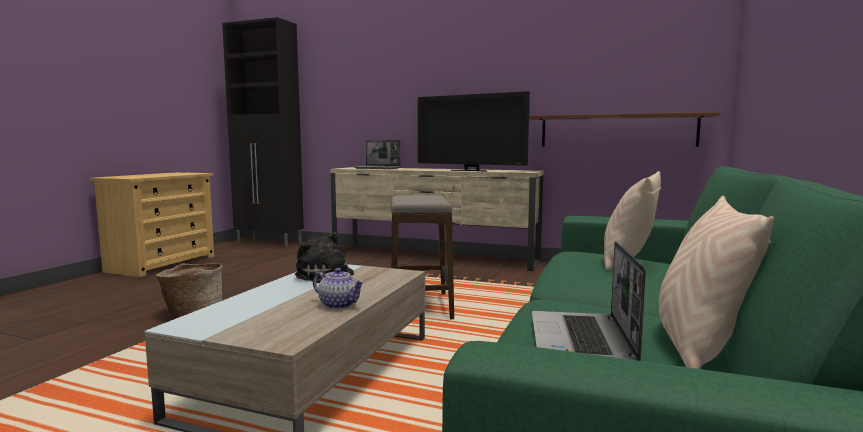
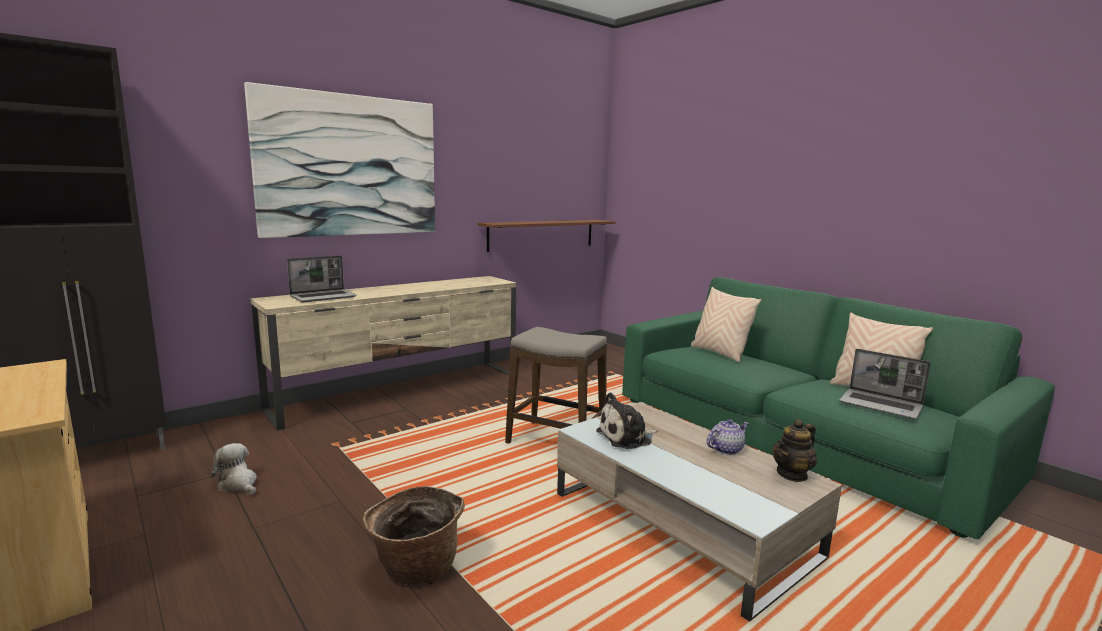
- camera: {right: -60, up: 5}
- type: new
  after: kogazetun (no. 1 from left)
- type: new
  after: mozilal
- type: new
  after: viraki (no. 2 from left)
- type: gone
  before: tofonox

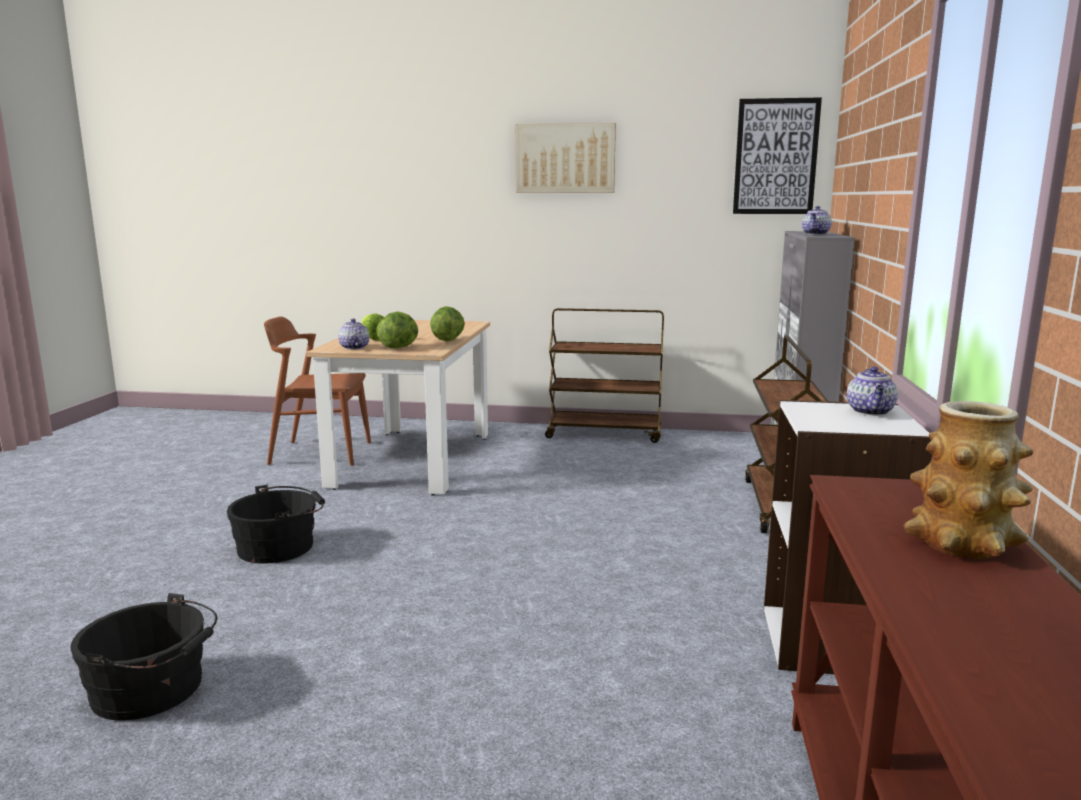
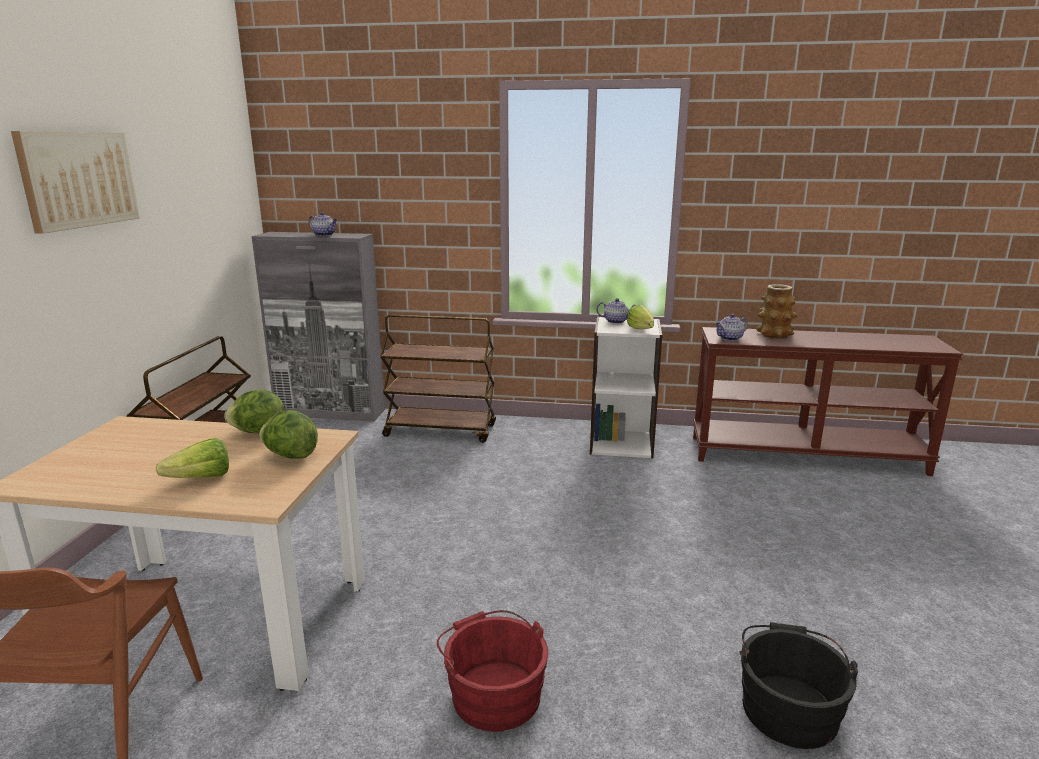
- camera: {right: -90, up: 5}
- type: repainted
  before: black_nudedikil (no. 2 from left)
  after: red_nudedikil
- type: new
  after: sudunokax (no. 4 from left)
- type: shifted
  before: viraki (no. 1 from left in the first image)
  after: viraki (no. 3 from left)
- type: gone
  before: mozilal (no. 2 from left)

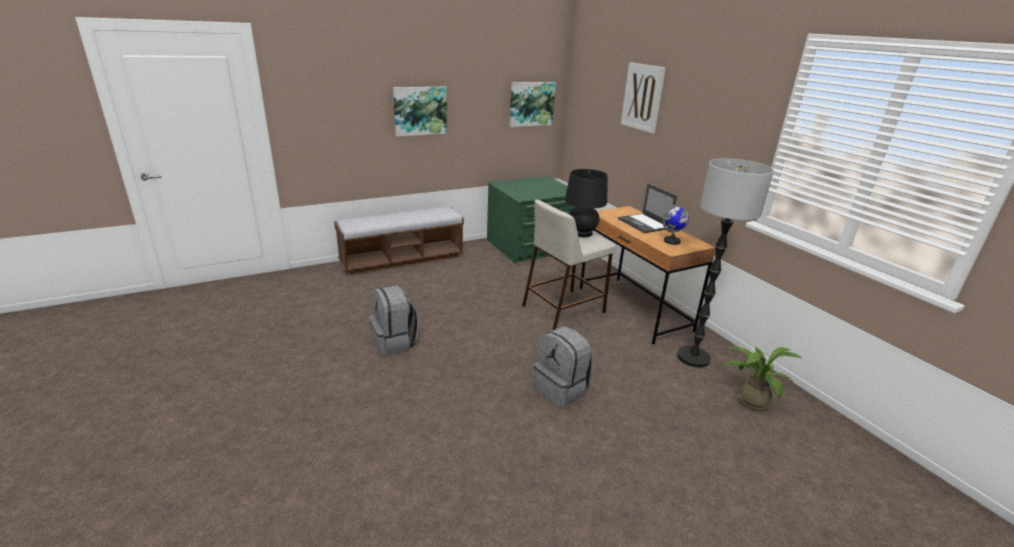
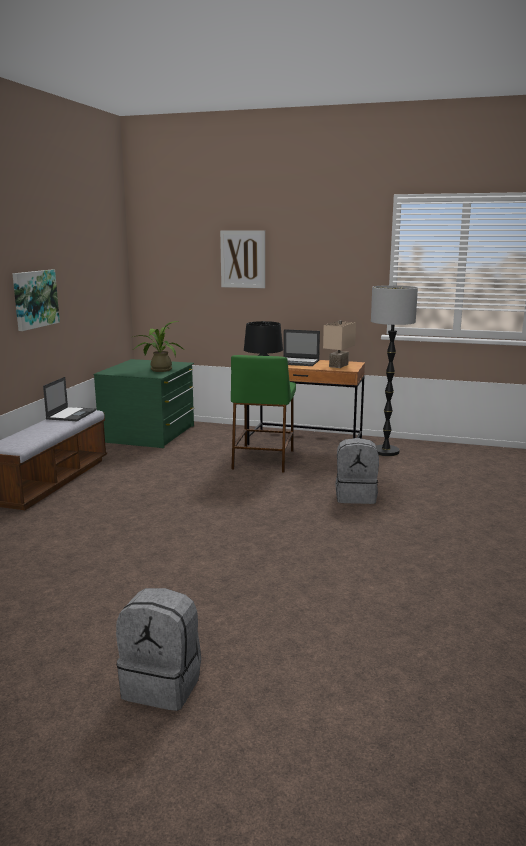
- camera: {right: -45, up: -10}
- type: new
  after: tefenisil (no. 1 from left)
- type: shifted
  before: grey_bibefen (no. 1 from left)
- type: shifted
  before: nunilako
- type: repainted
  before: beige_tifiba
  after: green_tifiba
- type: swapped
  before: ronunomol
  after: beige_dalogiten
- type: gone
  before: mozilal (no. 2 from left)

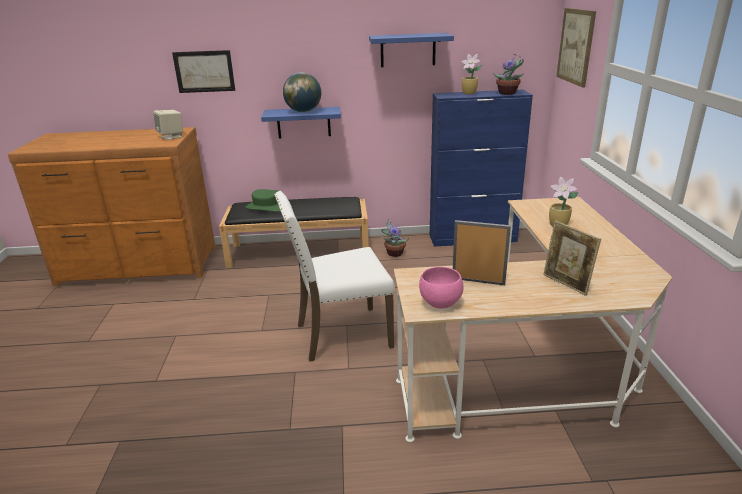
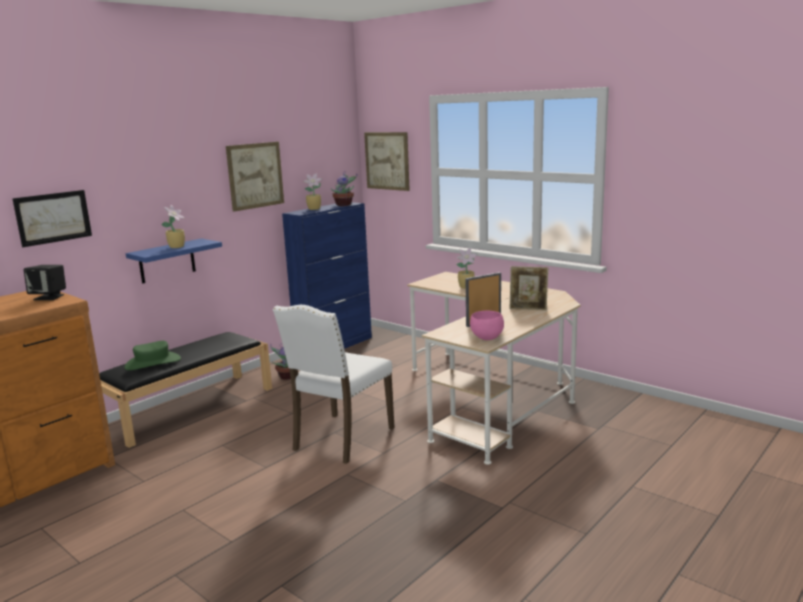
- camera: {right: -45, up: -10}
- type: repainted
  before: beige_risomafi
  after: black_risomafi
- type: swapped
  before: ronunomol
  after: nunilako (no. 1 from left)
- type: swapped
  before: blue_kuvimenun (no. 2 from left)
  after: mozilal (no. 2 from left)

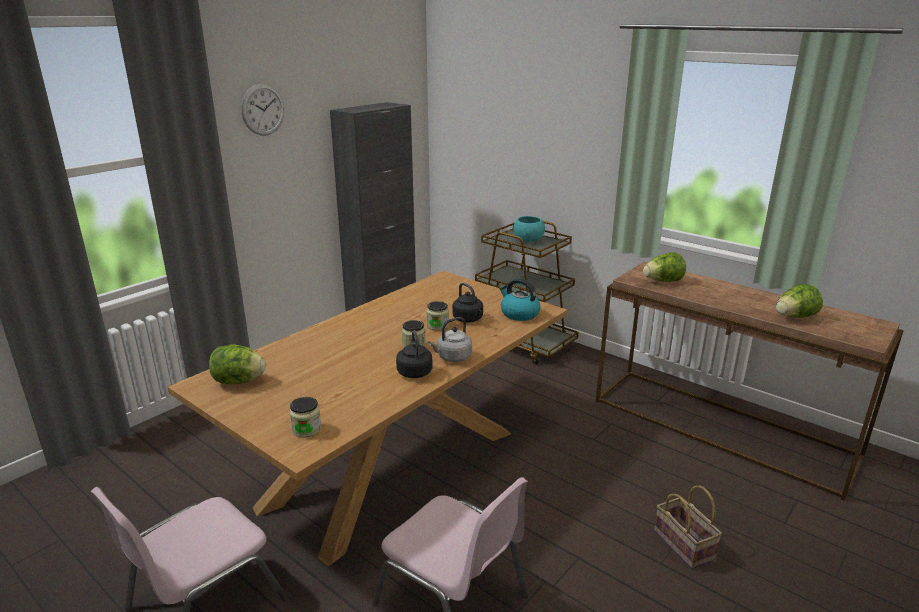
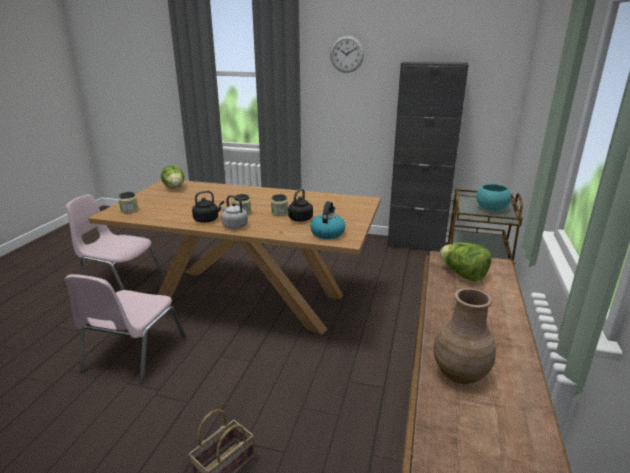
- camera: {right: 65, up: 0}
- type: swapped
  before: sudunokax (no. 3 from left)
  after: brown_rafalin

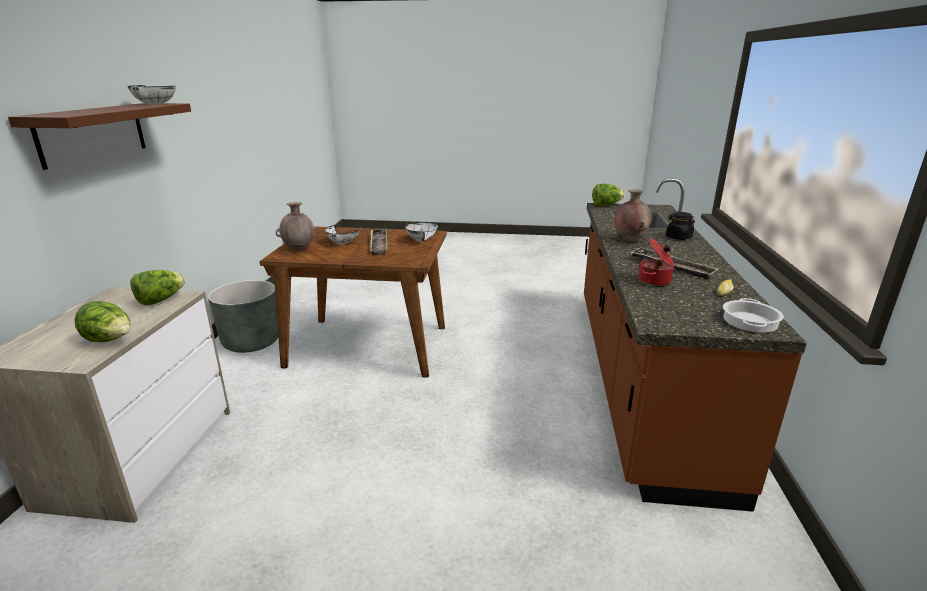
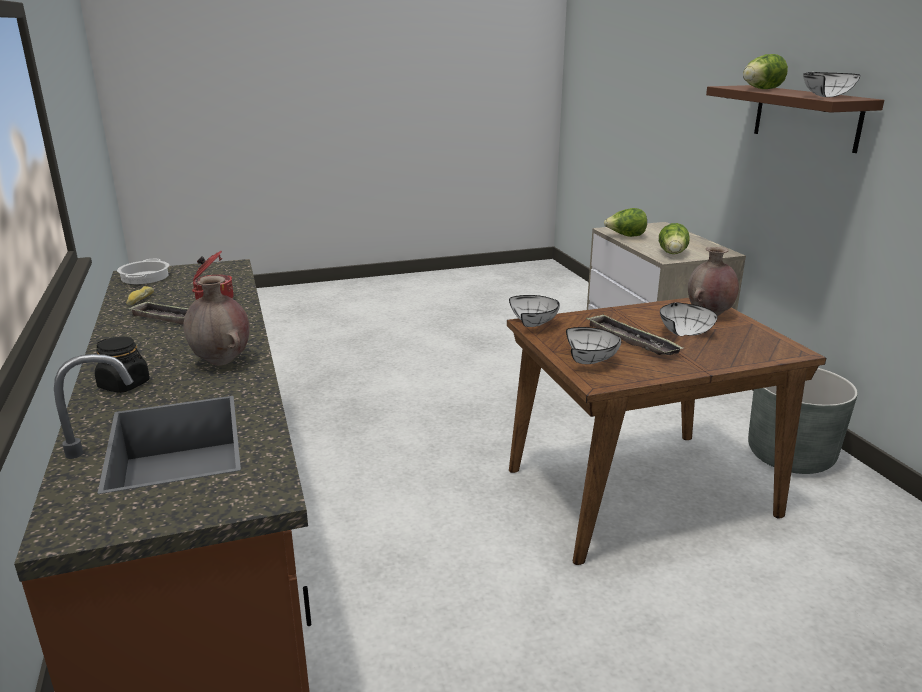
- camera: {right: 155, up: 0}
- type: new
  after: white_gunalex (no. 1 from left)
- type: shifted
  before: sudunokax (no. 3 from left)

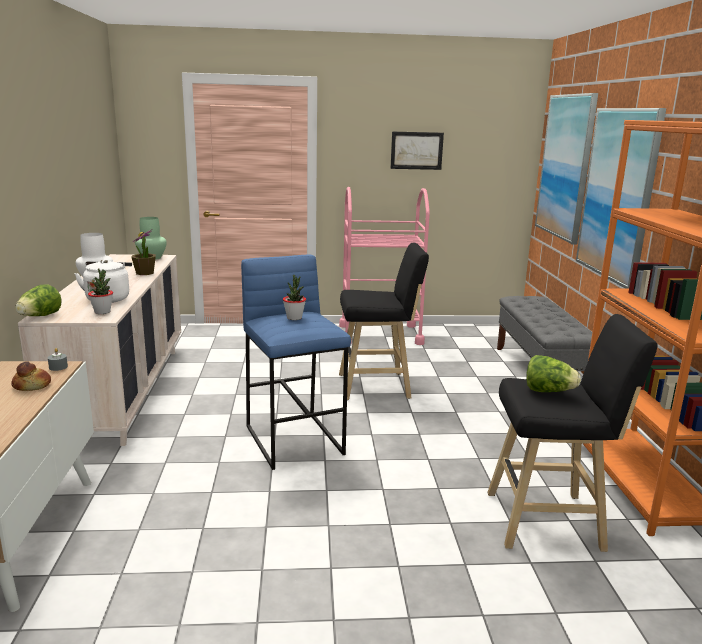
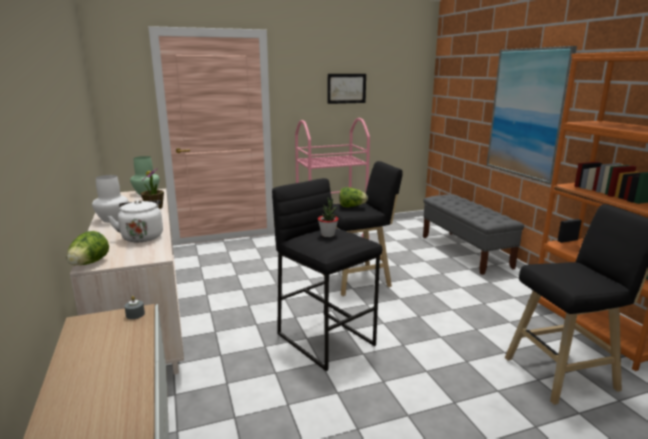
- camera: {right: -15, up: 0}
- type: repainted
  before: blue_tifiba
  after: black_tifiba (no. 1 from left)
- type: shifted
  before: sudunokax (no. 2 from left)
- type: gone
  before: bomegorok
- type: gone
  before: nunilako (no. 1 from left)
- type: gone
  before: mozilal (no. 2 from left)

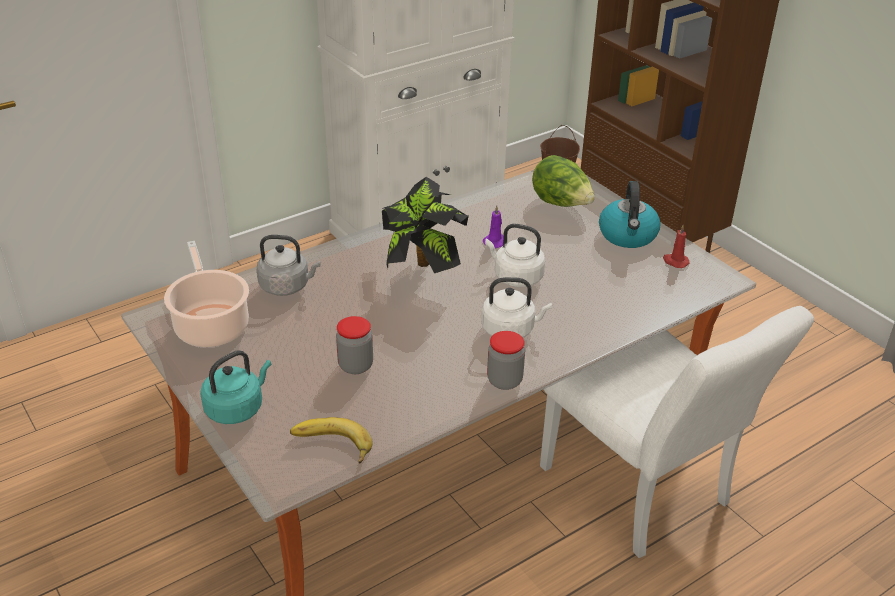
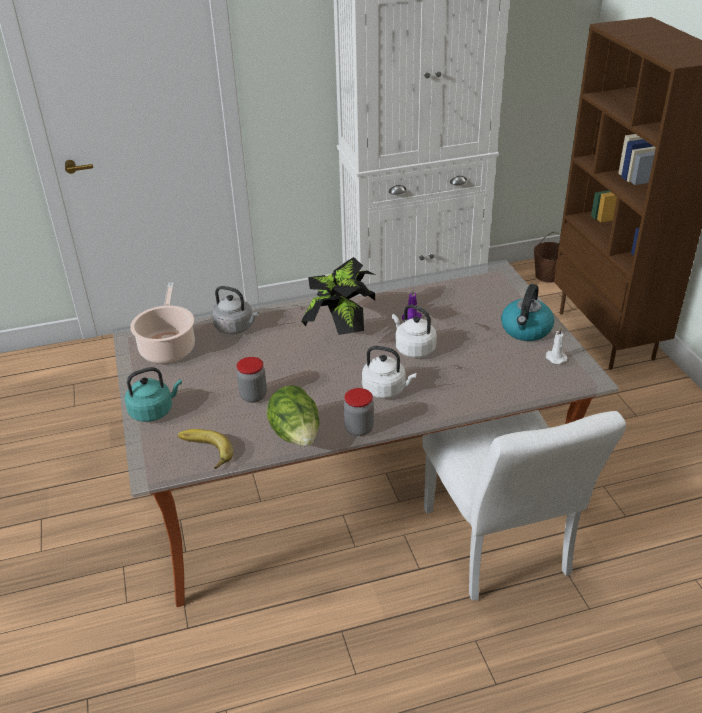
- camera: {right: 20, up: 0}
- type: shifted
  before: sudunokax
- type: repainted
  before: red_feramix
  after: white_feramix

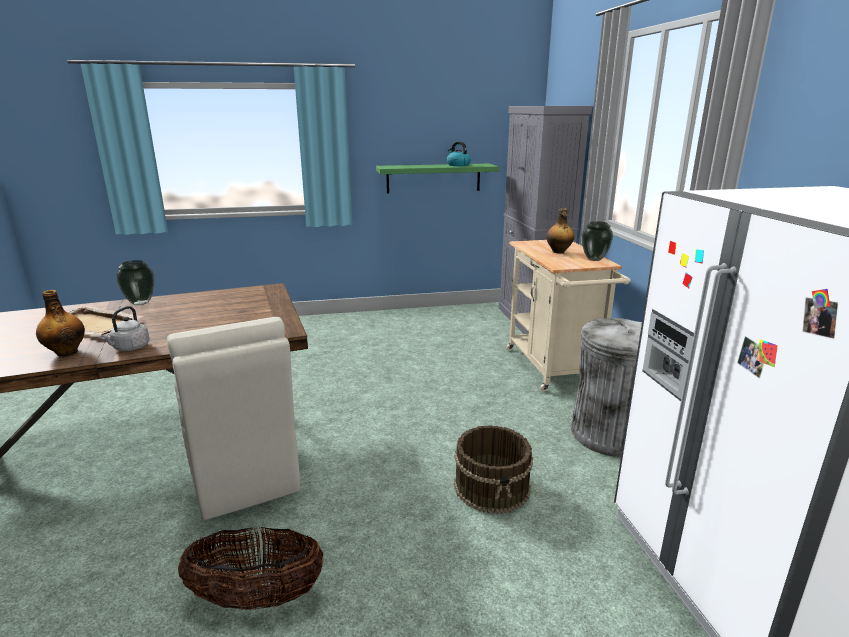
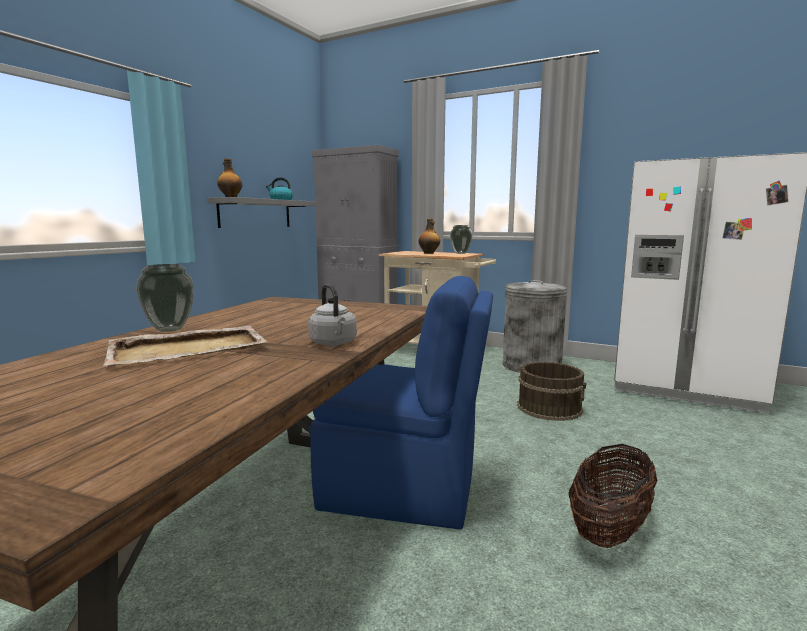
- camera: {right: -50, up: -10}
- type: repainted
  before: green_kuvimenun
  after: grey_kuvimenun
- type: shifted
  before: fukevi (no. 1 from left)
- type: repainted
  before: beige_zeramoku
  after: blue_zeramoku

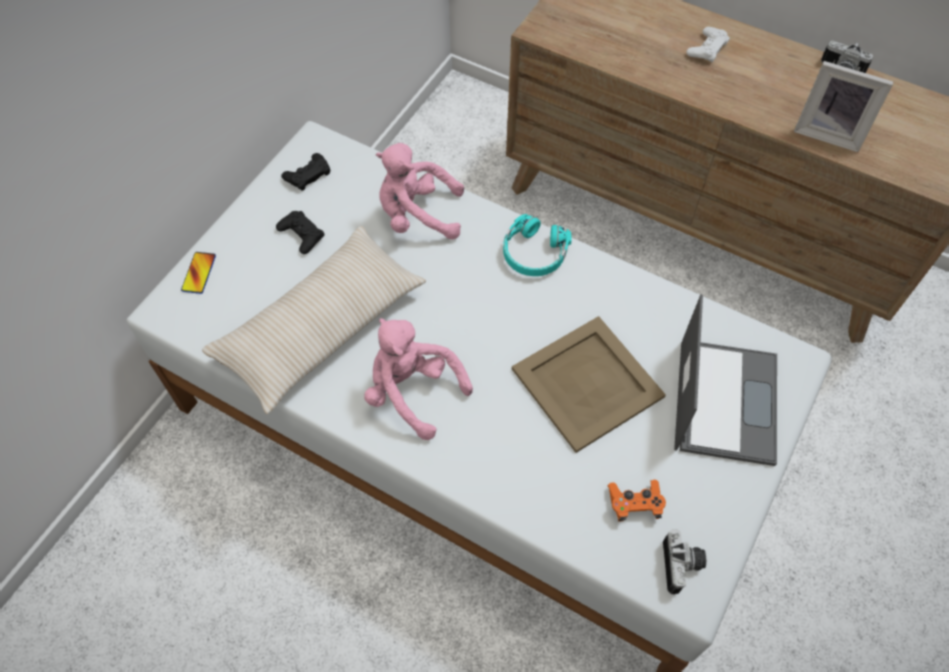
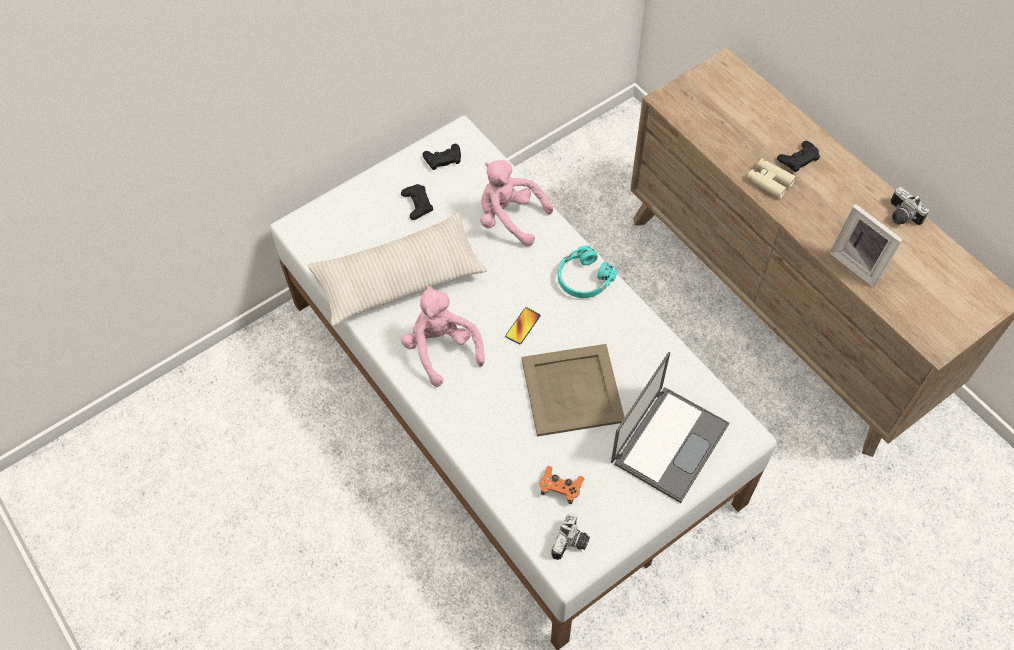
- camera: {right: 25, up: 0}
- type: shifted
  before: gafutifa
- type: new
  after: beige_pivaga
- type: repainted
  before: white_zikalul
  after: black_zikalul (no. 3 from left)

